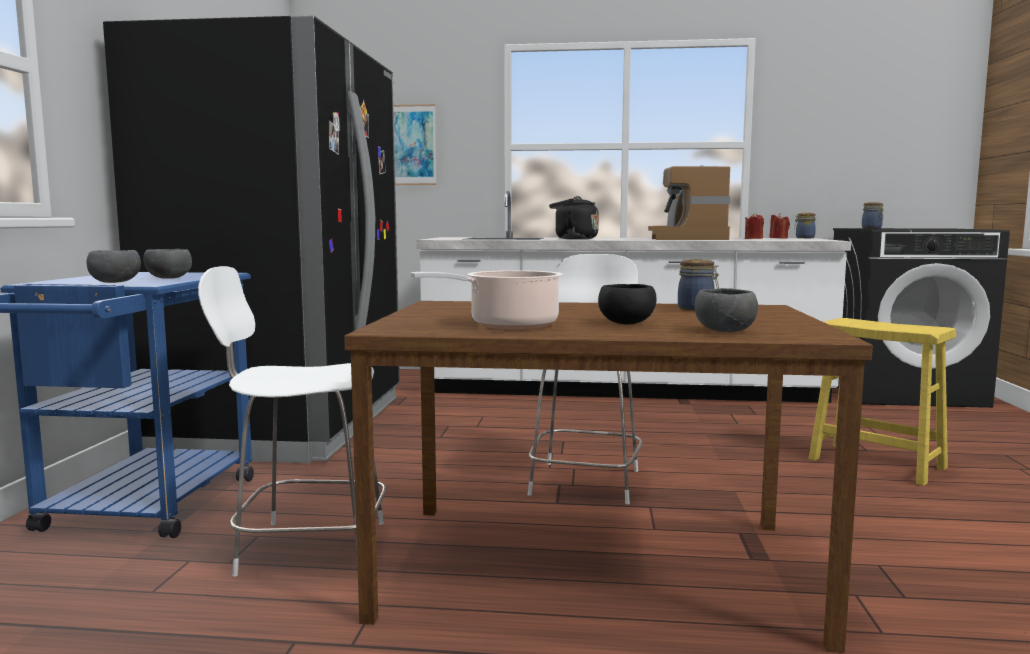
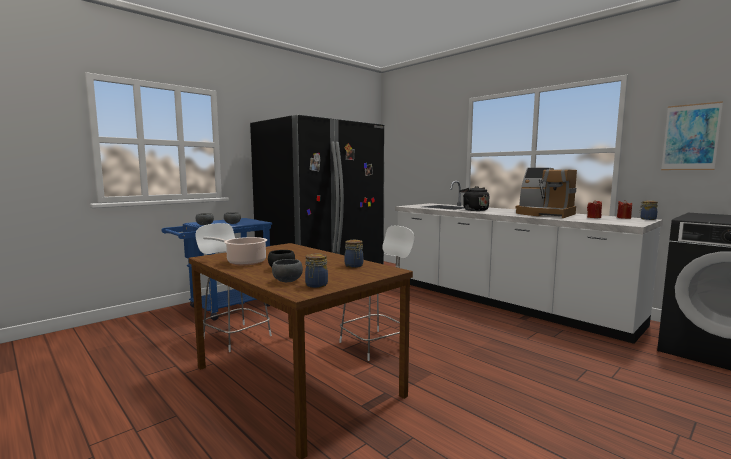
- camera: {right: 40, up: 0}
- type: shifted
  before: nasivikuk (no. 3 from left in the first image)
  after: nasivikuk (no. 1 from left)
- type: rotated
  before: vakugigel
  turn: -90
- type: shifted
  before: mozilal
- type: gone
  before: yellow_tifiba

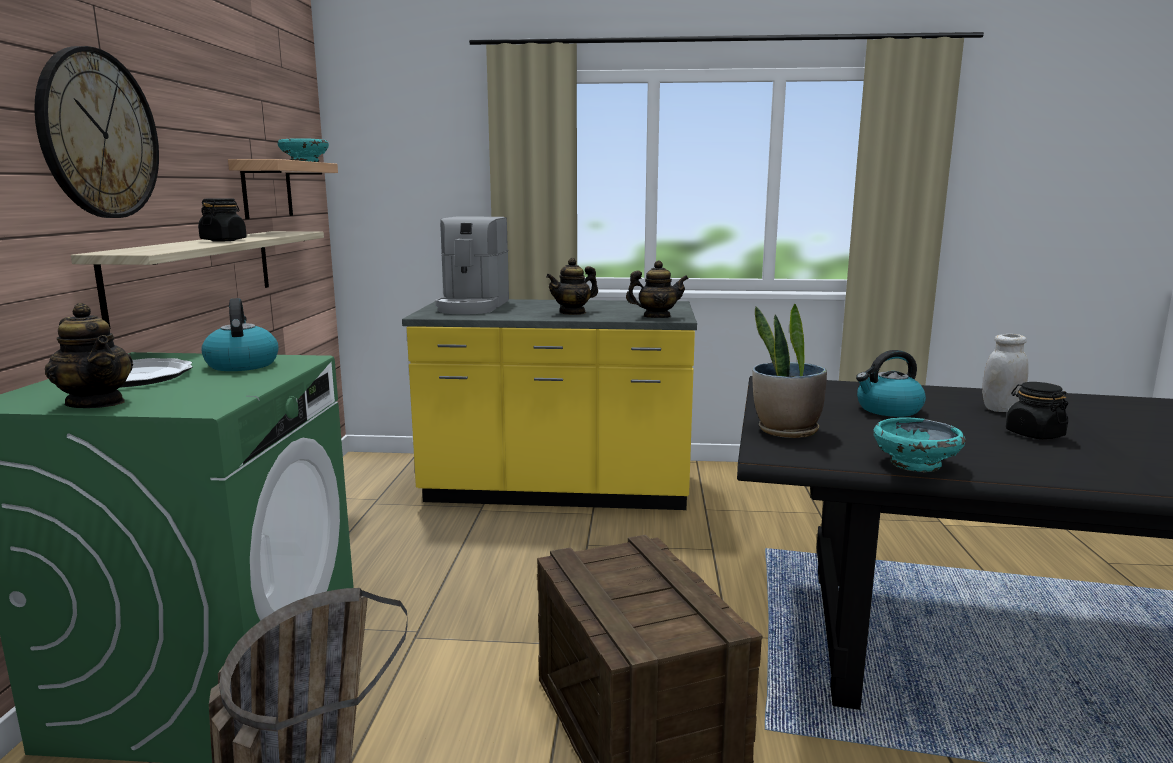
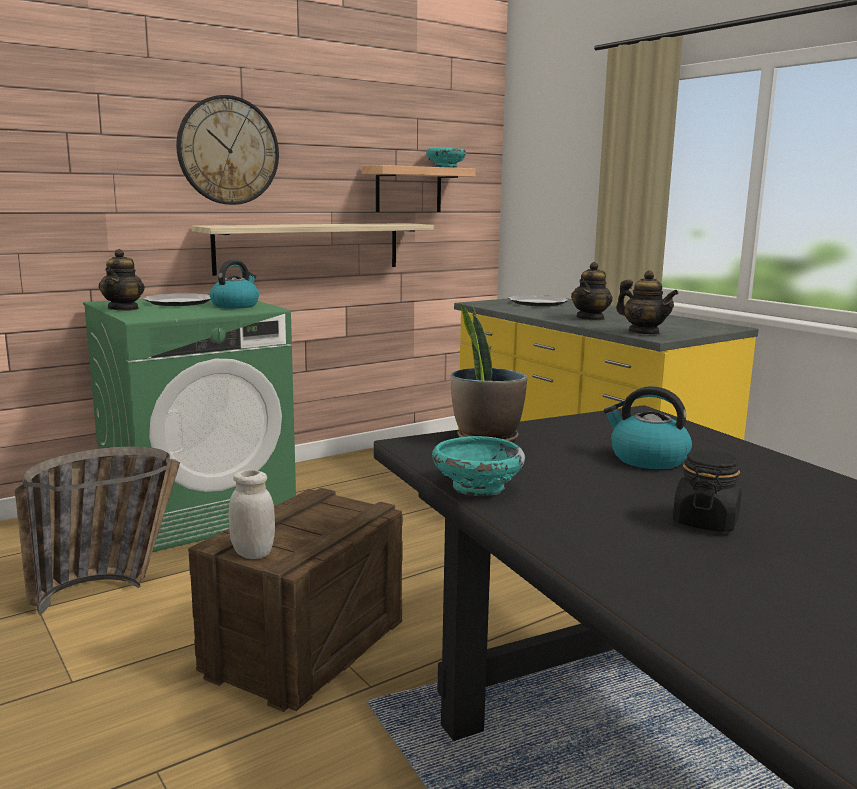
- camera: {right: 50, up: 0}
- type: shifted
  before: white_nasivikuk
- type: swapped
  before: vakugigel
  after: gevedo (no. 2 from left)
- type: rotated
  before: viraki (no. 2 from left)
  turn: -75
- type: gone
  before: black_nasivikuk (no. 1 from left)

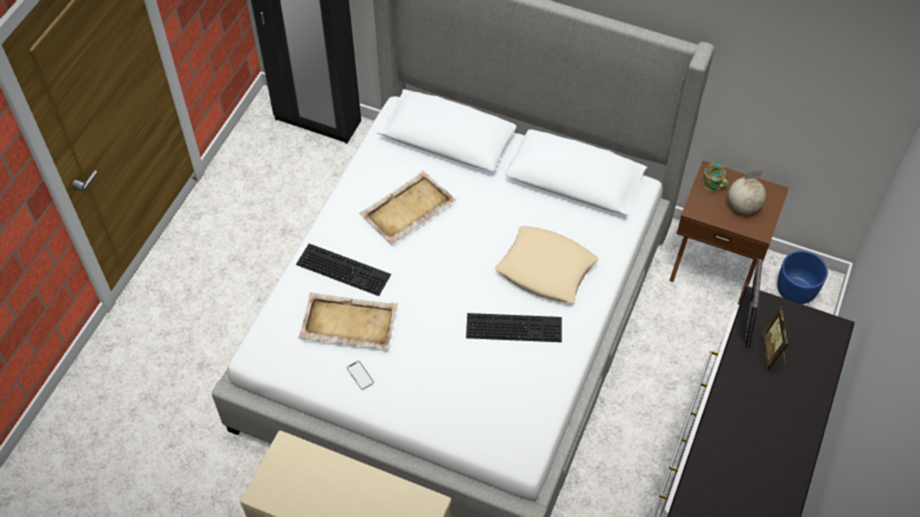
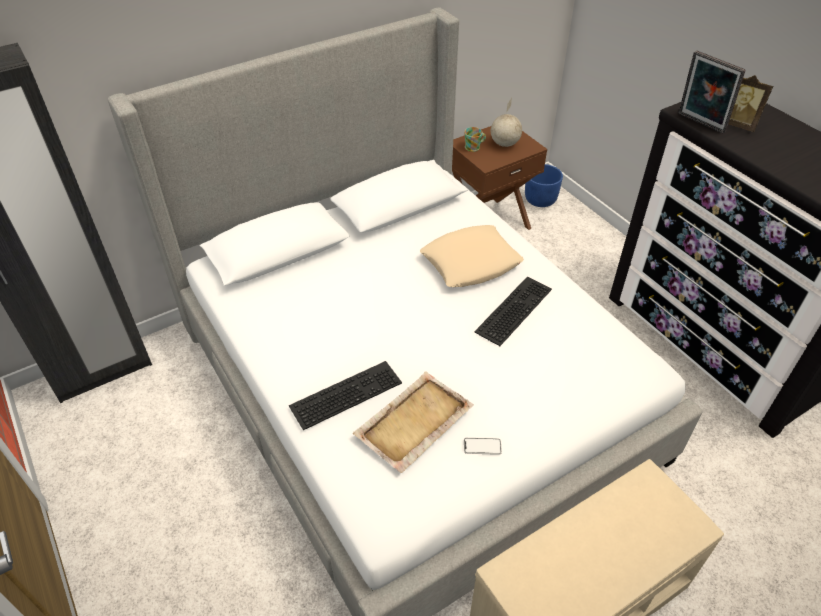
- camera: {right: -55, up: -10}
- type: gone
  before: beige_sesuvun (no. 2 from left)

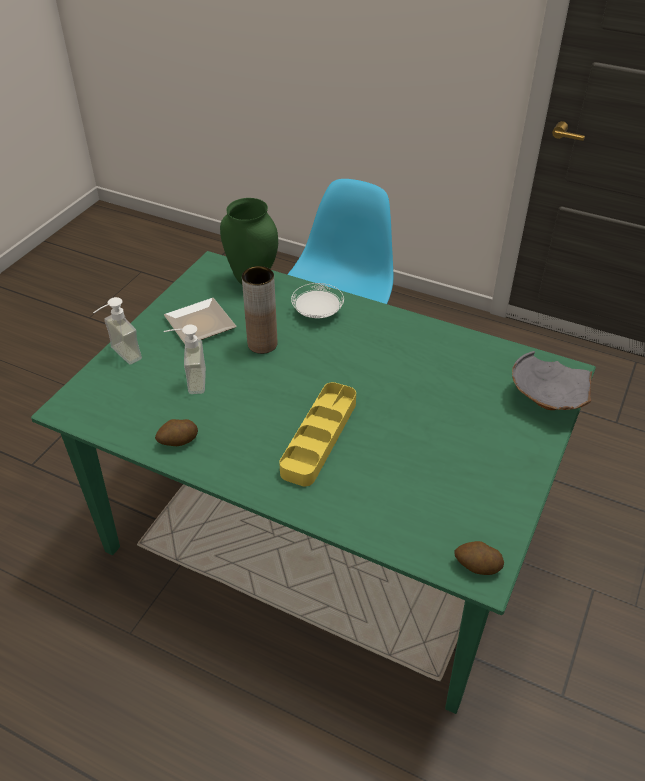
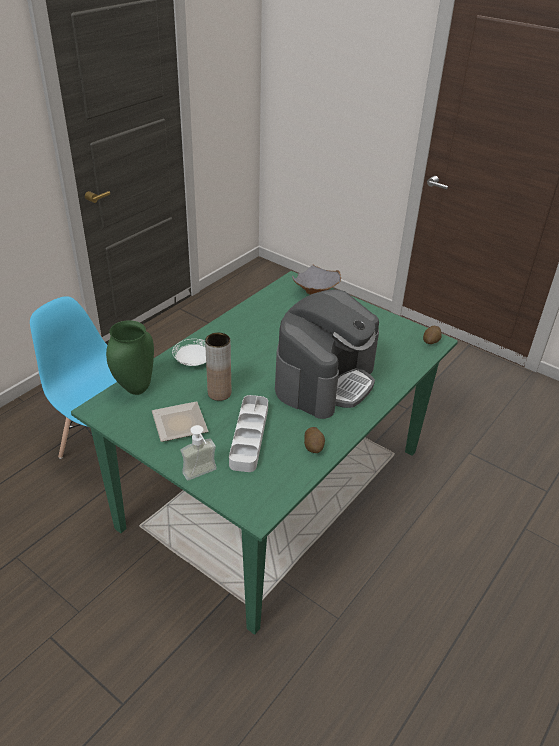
- camera: {right: -80, up: -5}
- type: swapped
  before: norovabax (no. 2 from left)
  after: grey_sesuvun
- type: swapped
  before: yellow_sesuvun
  after: vakugigel

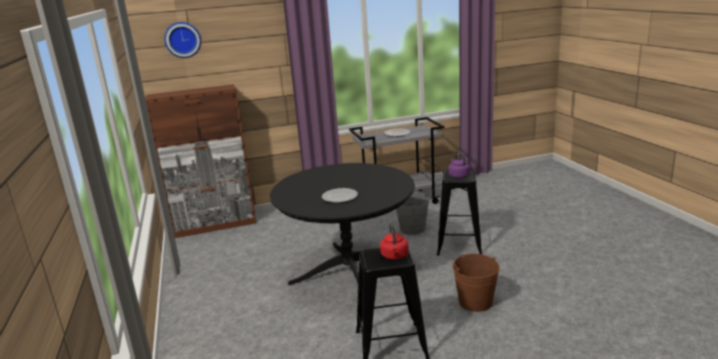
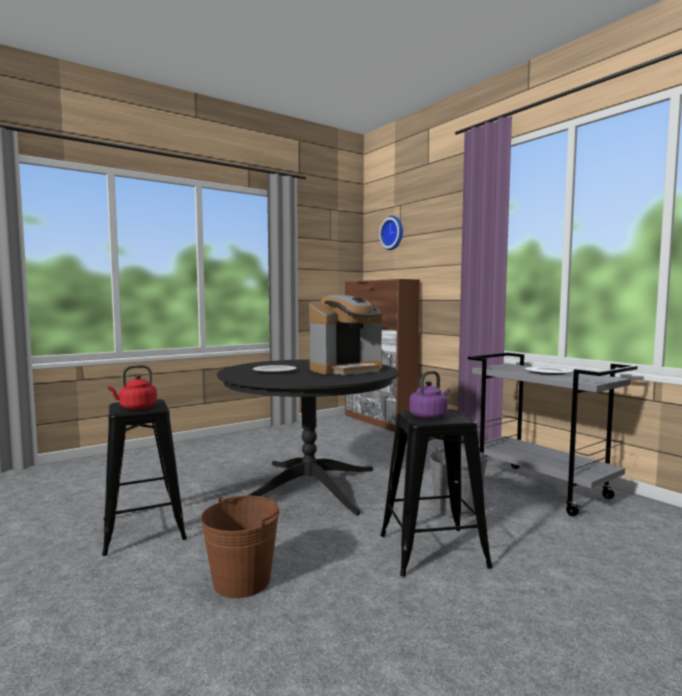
- camera: {right: 70, up: -15}
- type: new
  after: vakugigel

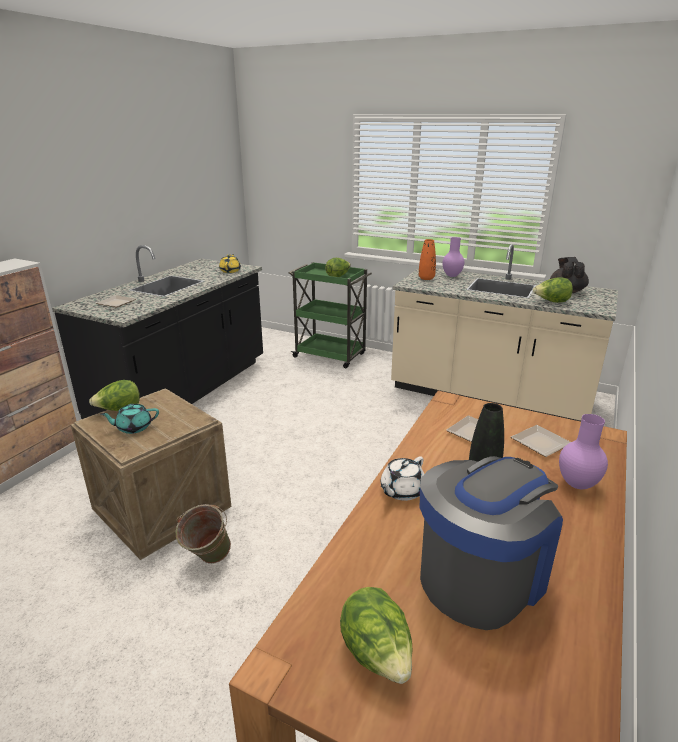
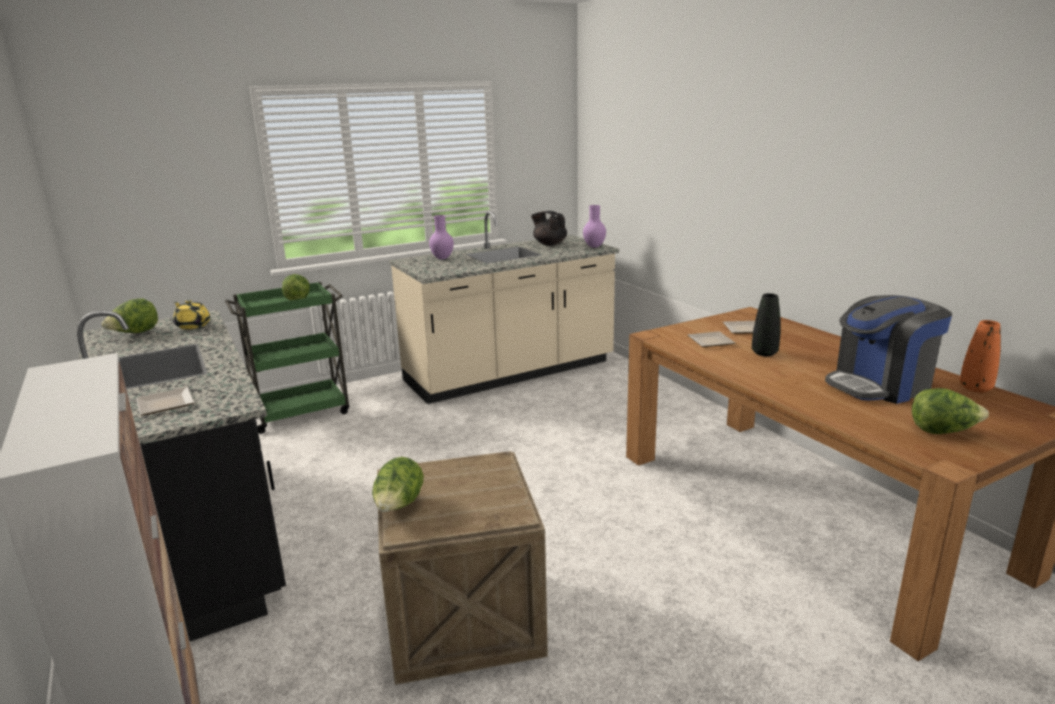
- camera: {right: -55, up: -5}
- type: shifted
  before: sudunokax (no. 4 from left in the first image)
  after: sudunokax (no. 1 from left)
- type: shifted
  before: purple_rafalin (no. 2 from left)
- type: rotated
  before: vakugigel
  turn: -105
- type: shifted
  before: orange_rafalin
- type: gone
  before: turquoise_viraki
- type: gone
  before: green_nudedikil
- type: gone
  before: white_viraki

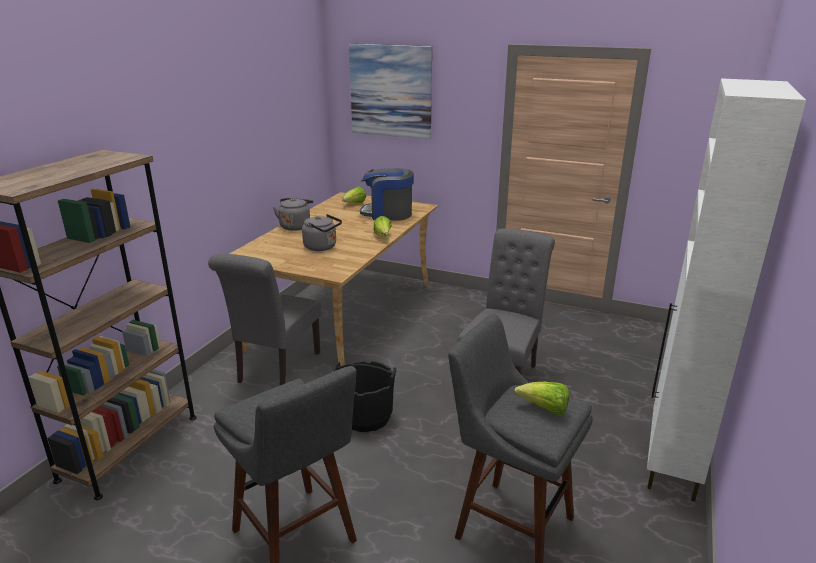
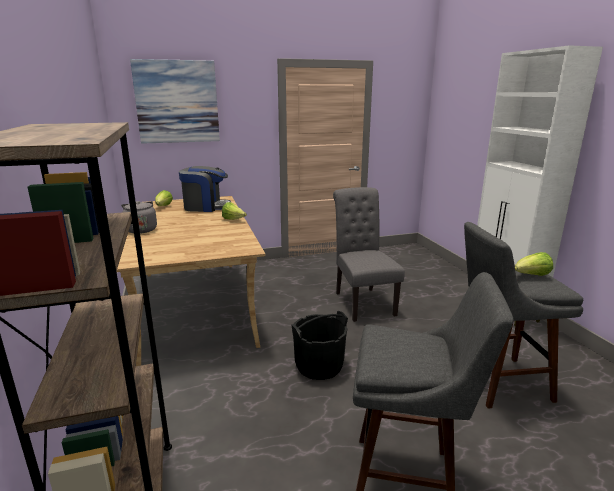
- camera: {right: -40, up: -5}
- type: rotated
  before: vakugigel
  turn: -150
- type: gone
  before: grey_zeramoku (no. 1 from left)
- type: gone
  before: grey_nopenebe (no. 2 from left)

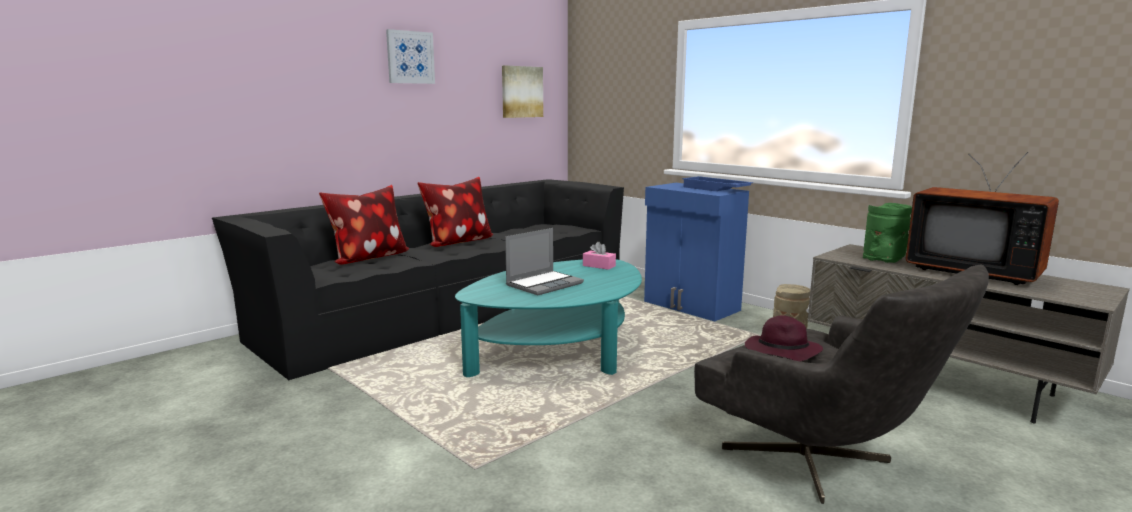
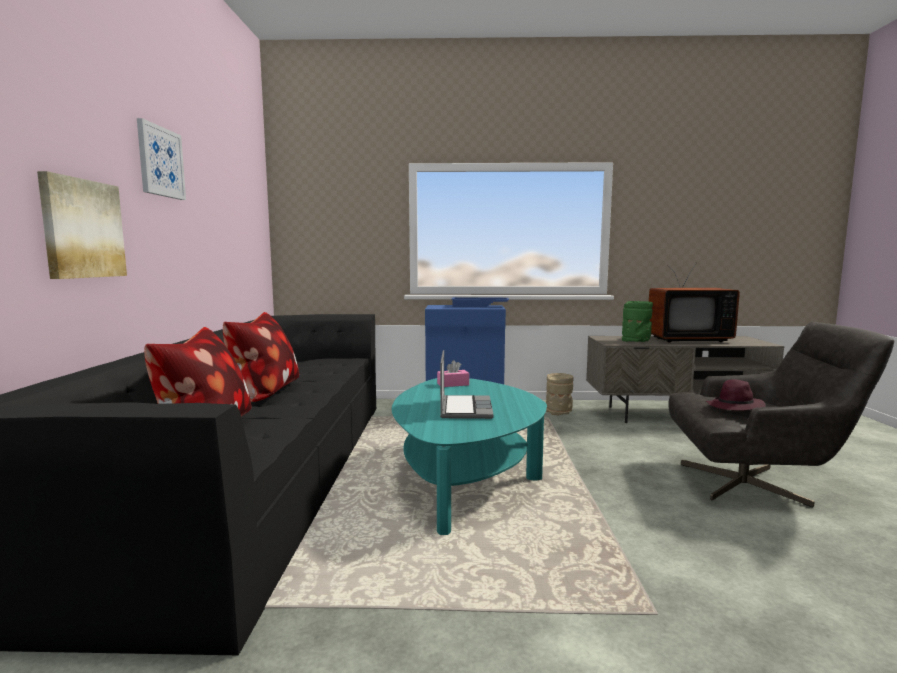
- camera: {right: -45, up: -5}
- type: shifted
  before: mozilal (no. 2 from left in the first image)
  after: mozilal (no. 1 from left)

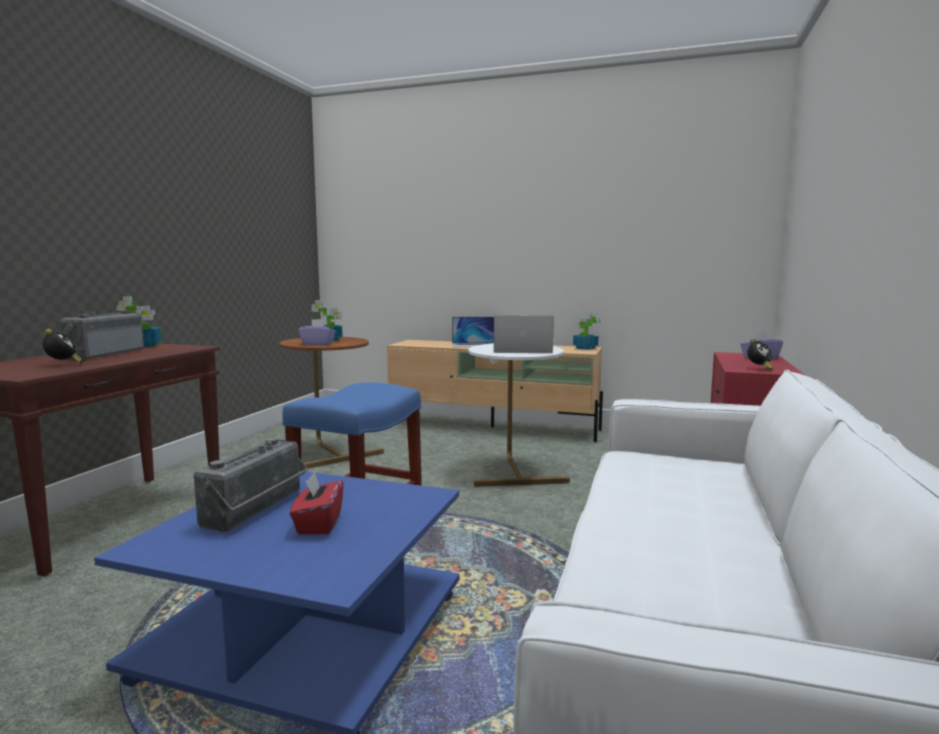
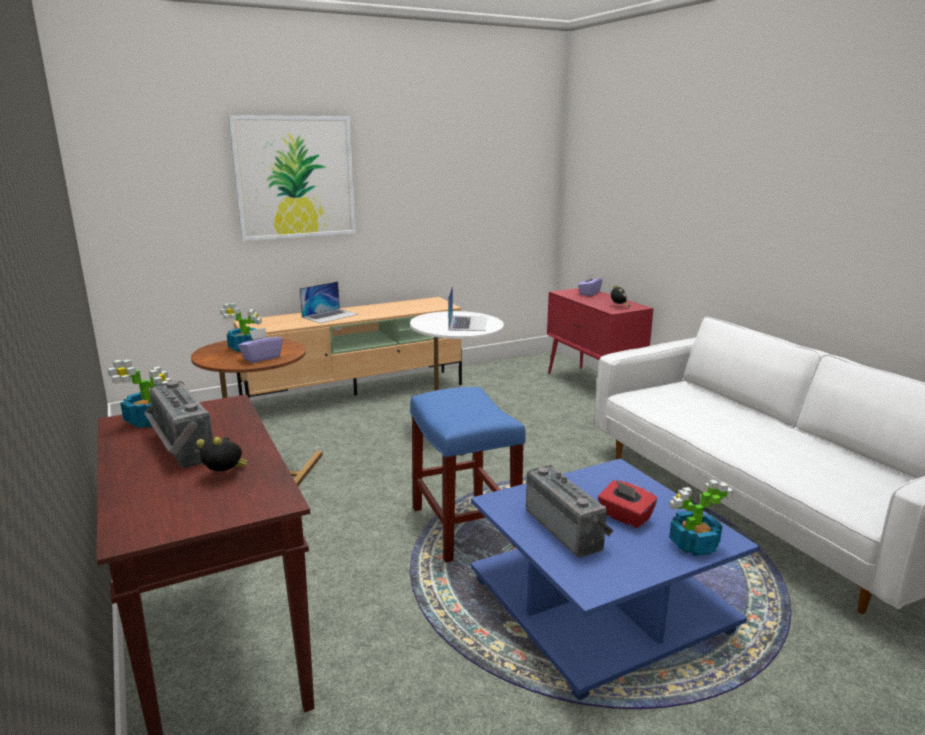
- camera: {right: -45, up: 10}
- type: new
  after: mozilal
- type: rotated
  before: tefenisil (no. 2 from left)
  turn: 135
- type: shifted
  before: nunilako (no. 3 from left)

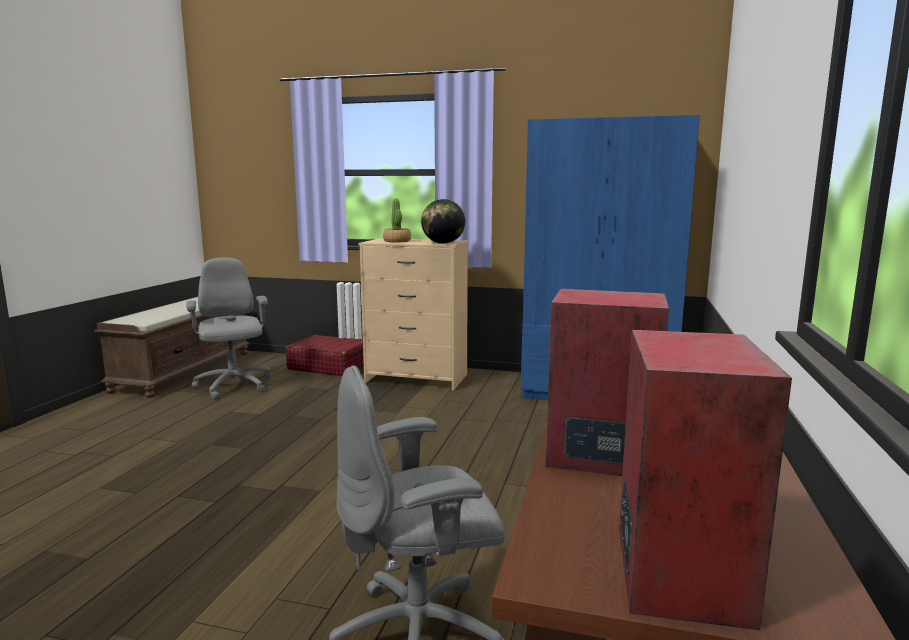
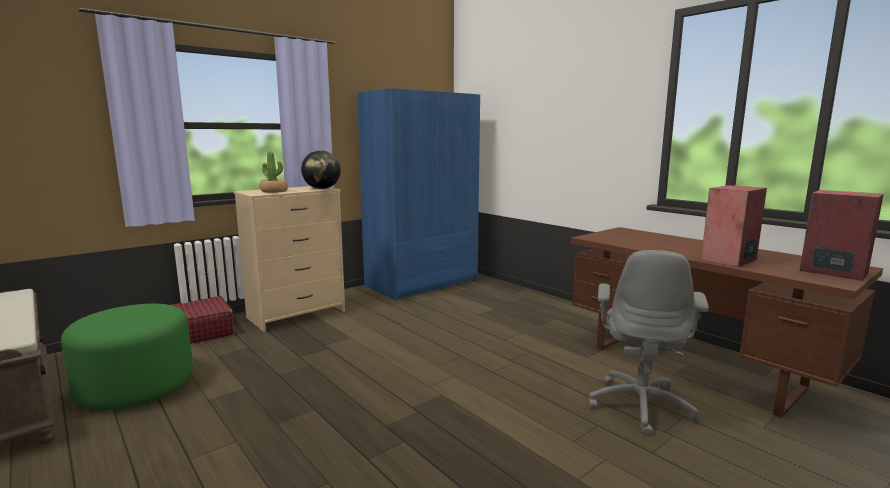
- camera: {right: -55, up: 0}
- type: swapped
  before: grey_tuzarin (no. 1 from left)
  after: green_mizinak

